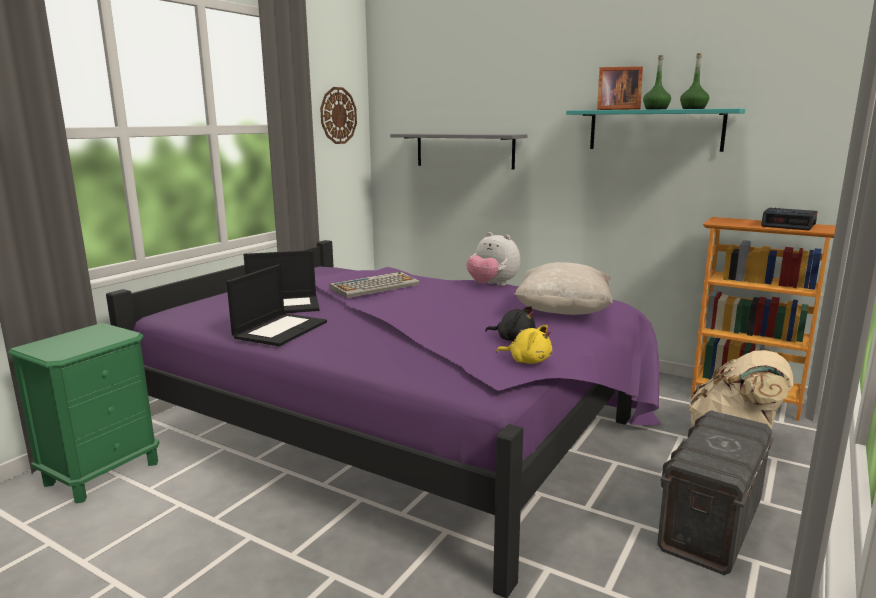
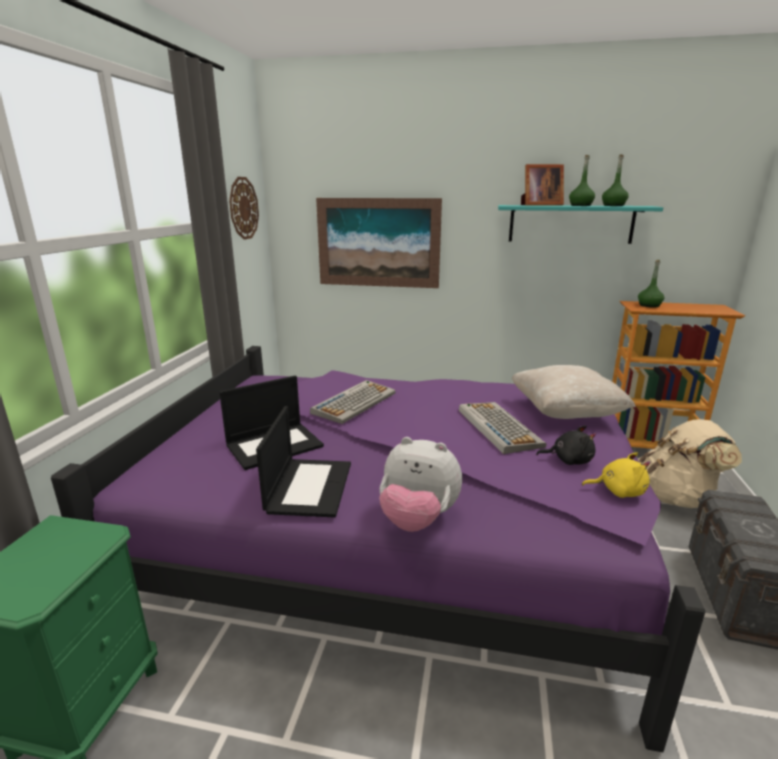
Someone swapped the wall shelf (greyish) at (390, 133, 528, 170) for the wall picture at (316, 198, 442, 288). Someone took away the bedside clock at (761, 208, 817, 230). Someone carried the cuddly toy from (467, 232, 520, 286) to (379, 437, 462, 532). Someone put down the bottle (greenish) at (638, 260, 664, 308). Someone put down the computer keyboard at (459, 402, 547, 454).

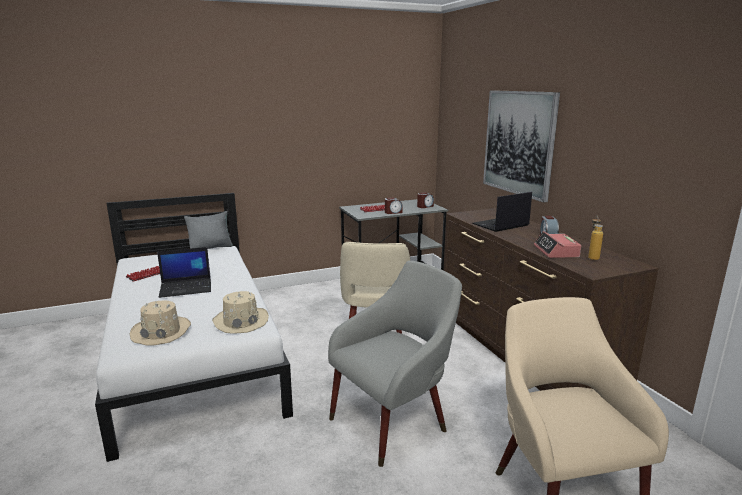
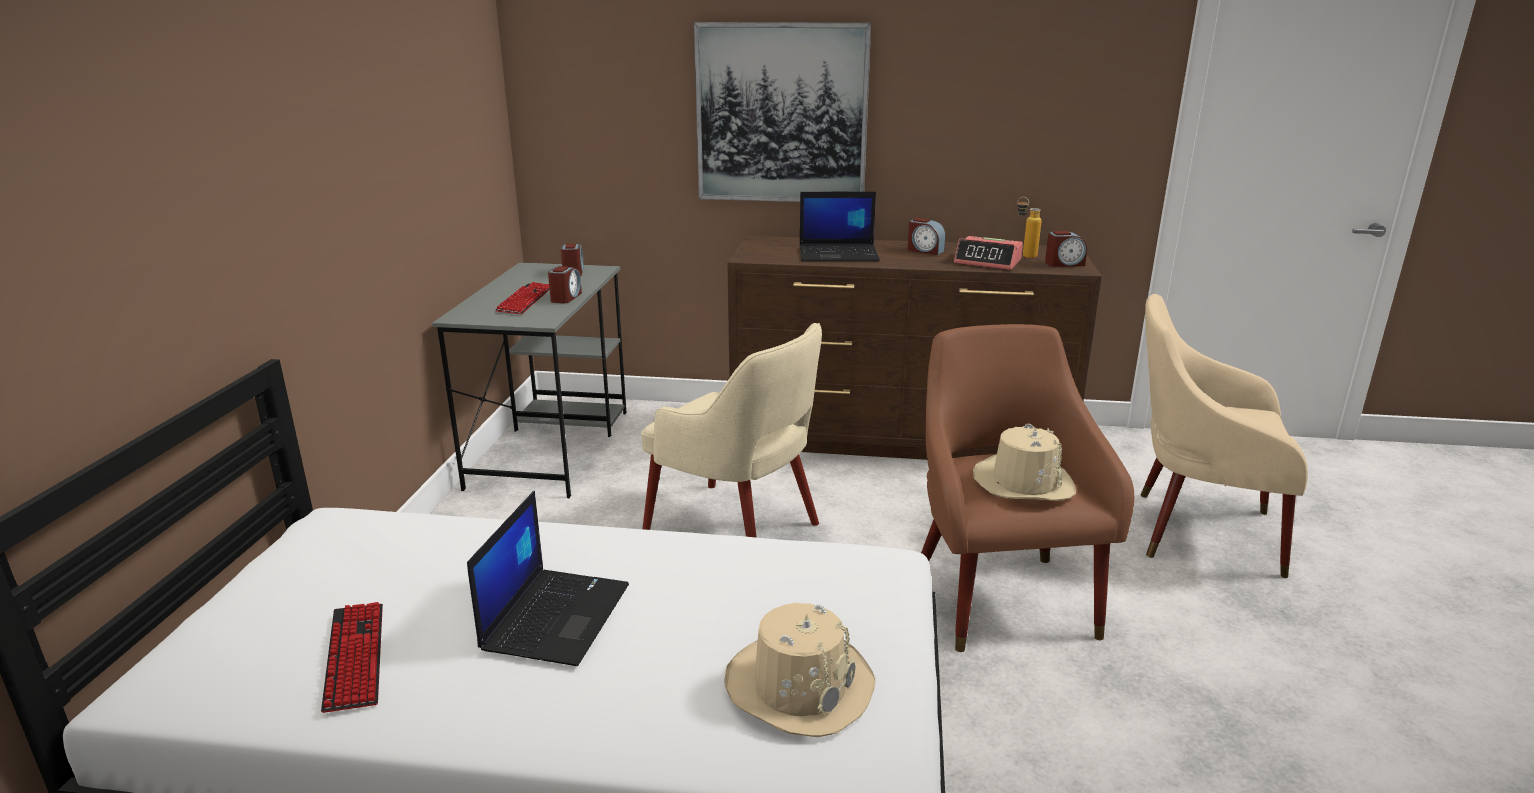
Someone rotated the laptop at (472, 192, 532, 232) by 90 degrees counterclockwise. Someone took away the throw pillow (greyish) at (184, 211, 233, 249). Someone repainted the easy chair (greyish) at (328, 261, 462, 467), which became the easy chair (brownish) at (921, 324, 1134, 652). Someone carried the hat (beige-coloured) from (212, 291, 269, 334) to (973, 423, 1076, 501). Someone put down the bedside clock at (1045, 231, 1087, 267).

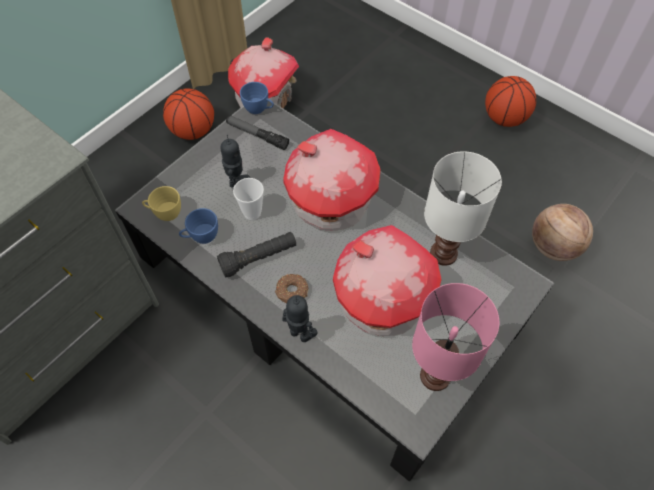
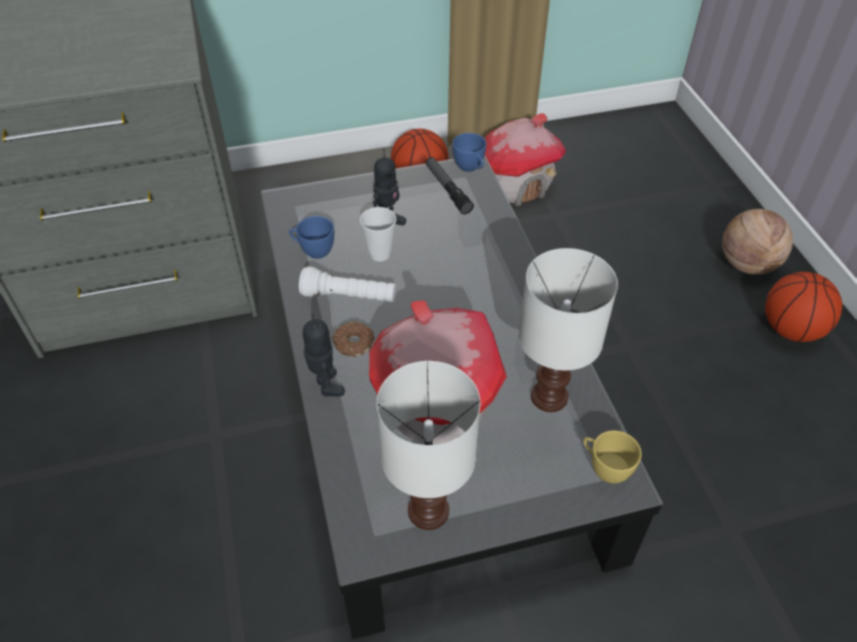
Someone took away the toy house at (283, 129, 381, 231). Someone carried the cup (yellow) from (142, 186, 181, 221) to (583, 430, 642, 483). Someone carried the basketball from (532, 204, 593, 261) to (722, 209, 793, 275). Someone repainted the hand torch (blackish) at (217, 232, 296, 277), which became the hand torch (whitish) at (299, 266, 396, 302). Someone repainted the tabletop lamp (pinkish) at (412, 283, 499, 391), which became the tabletop lamp (whitish) at (377, 361, 480, 530).

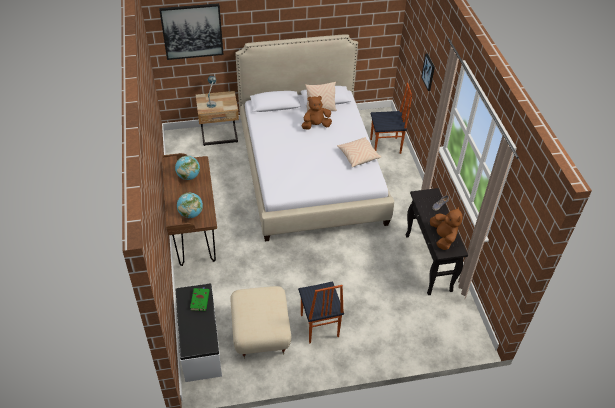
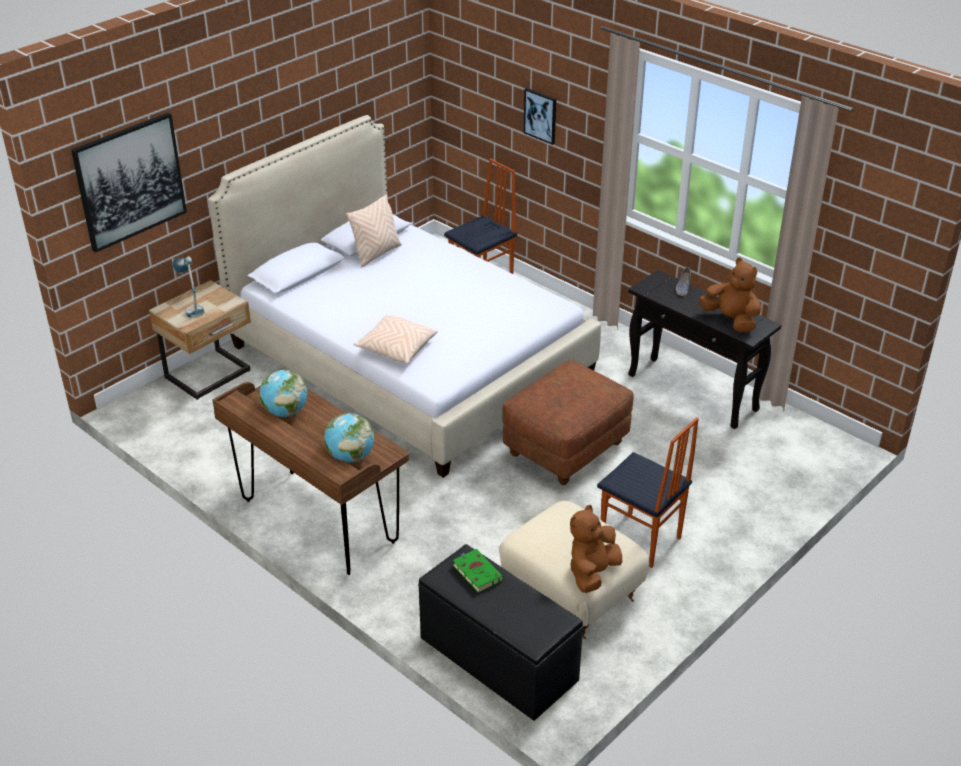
Someone carried the cuddly toy (brownish) from (302, 96, 332, 130) to (570, 505, 623, 593). Someone carried the throw pillow (beige-coloured) from (337, 137, 381, 167) to (353, 314, 438, 364). Someone repainted the indoor bench (whitish) at (176, 283, 222, 382), which became the indoor bench (blackish) at (418, 544, 584, 721). Someone put down the pouffe (brownish) at (502, 360, 634, 485).

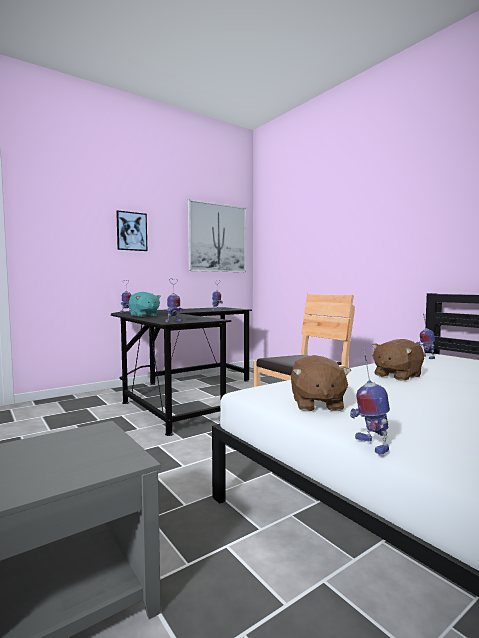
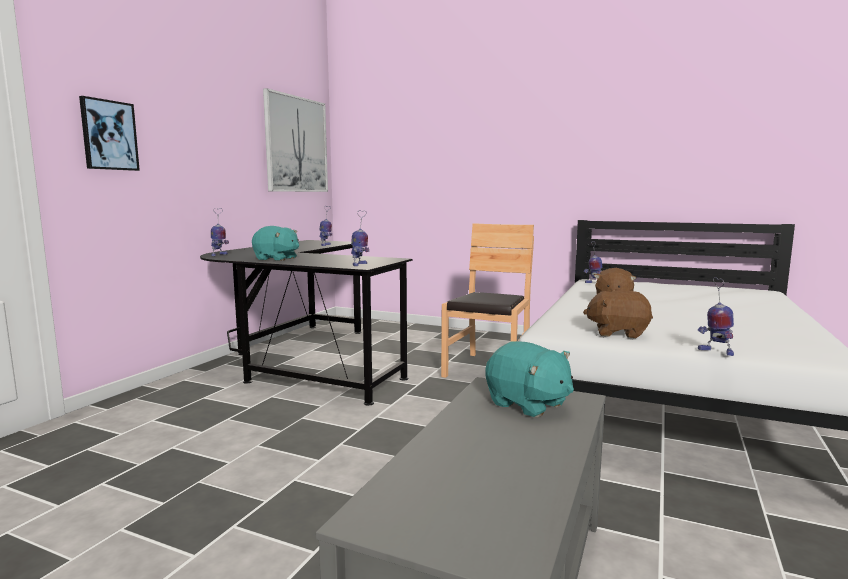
Someone carried the wall picture from (116, 210, 147, 251) to (79, 96, 140, 171). Someone rotated the cuddly toy (brownish) at (291, 355, 351, 411) by 135 degrees clockwise. Someone put down the cuddly toy (turquoise-coloured) at (485, 341, 574, 417).

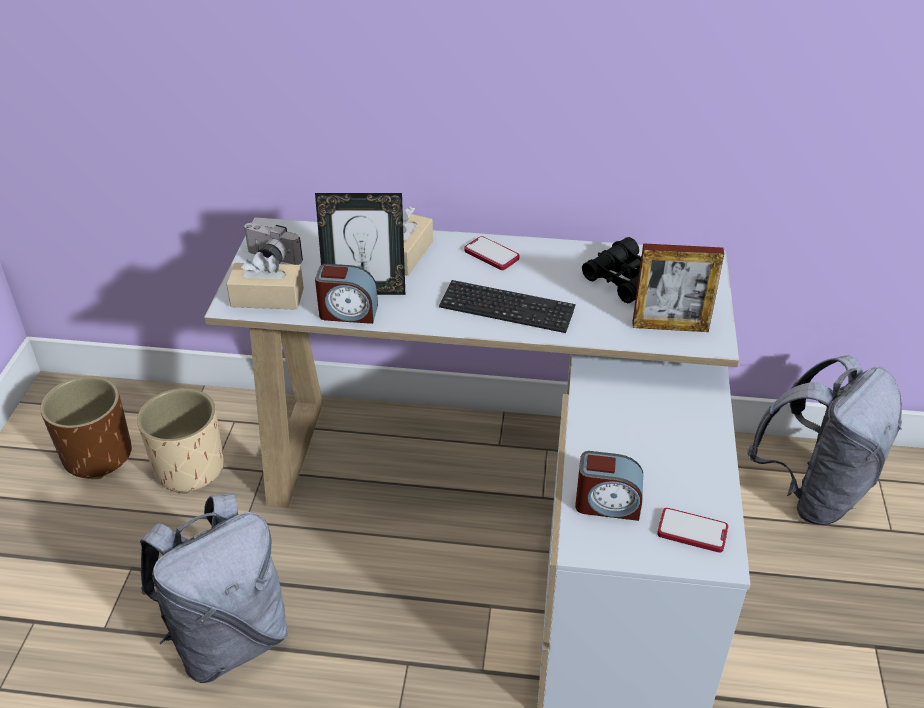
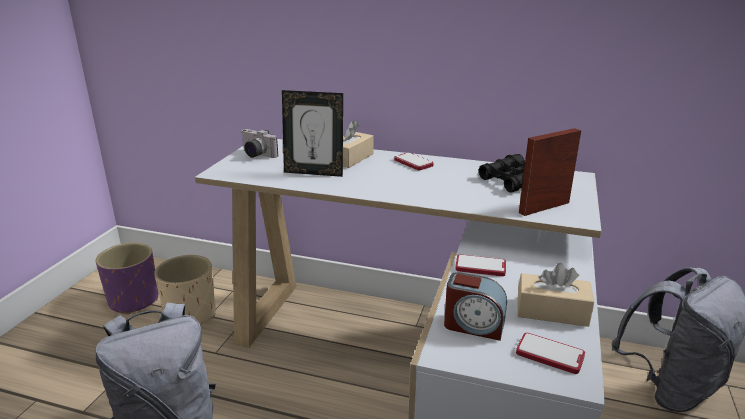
Someone rotated the standing frame at (632, 243, 724, 332) by 135 degrees clockwise. Someone carried the box of tissues (beige-coloured) from (226, 252, 304, 310) to (517, 263, 594, 327). Someone took away the bedside clock at (315, 264, 378, 324). Someone took away the computer keyboard at (439, 280, 576, 333). Someone repainted the flower pot (brownish) at (40, 376, 132, 479), which became the flower pot (purplish) at (96, 243, 158, 315). Someone put down the telephone at (455, 254, 506, 276).

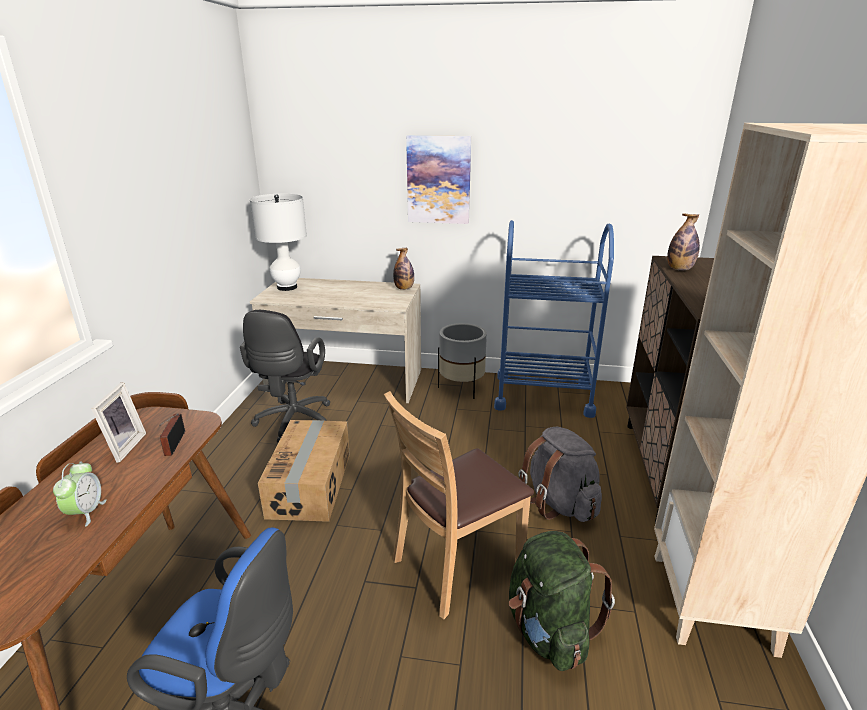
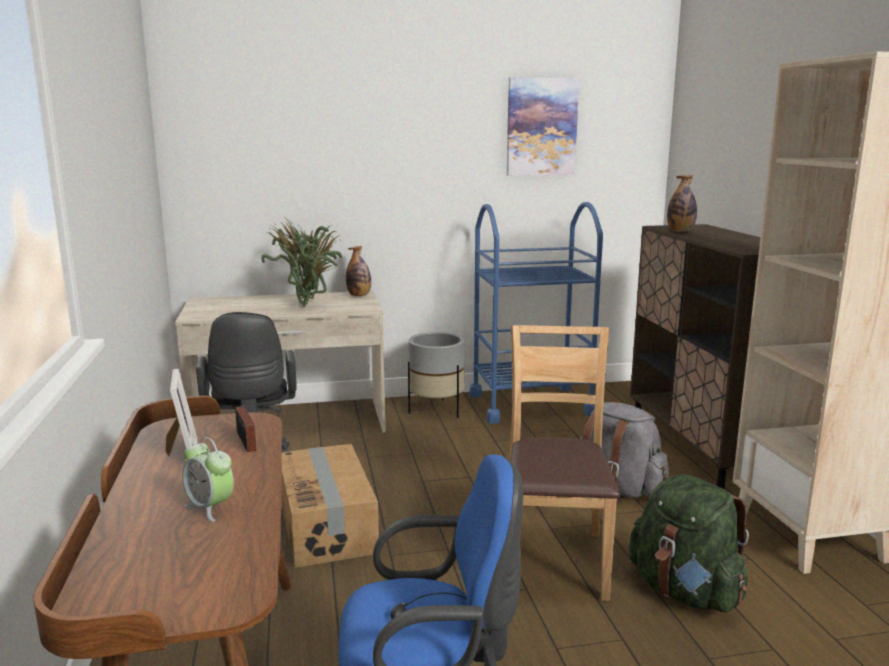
Someone carried the wall picture from (406, 135, 471, 224) to (507, 77, 579, 176). Someone took away the tabletop lamp (whitish) at (250, 194, 307, 291). Someone rotated the chair (brownish) at (384, 391, 534, 619) by 150 degrees clockwise. Someone rotated the bedside clock at (53, 461, 107, 526) by 150 degrees clockwise. Someone put down the plant in a pot at (261, 218, 342, 307).

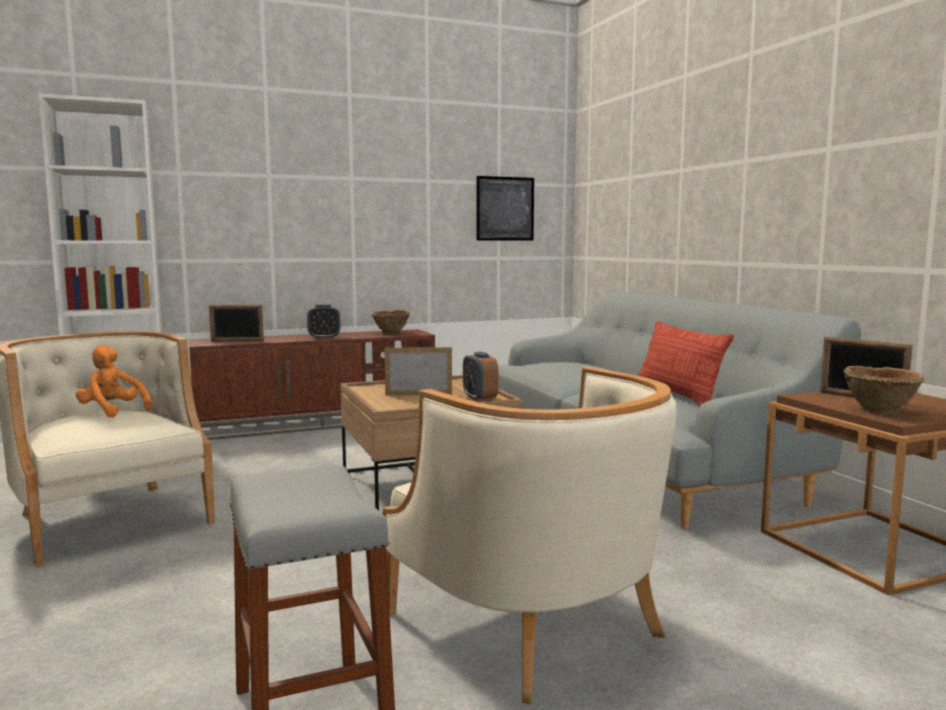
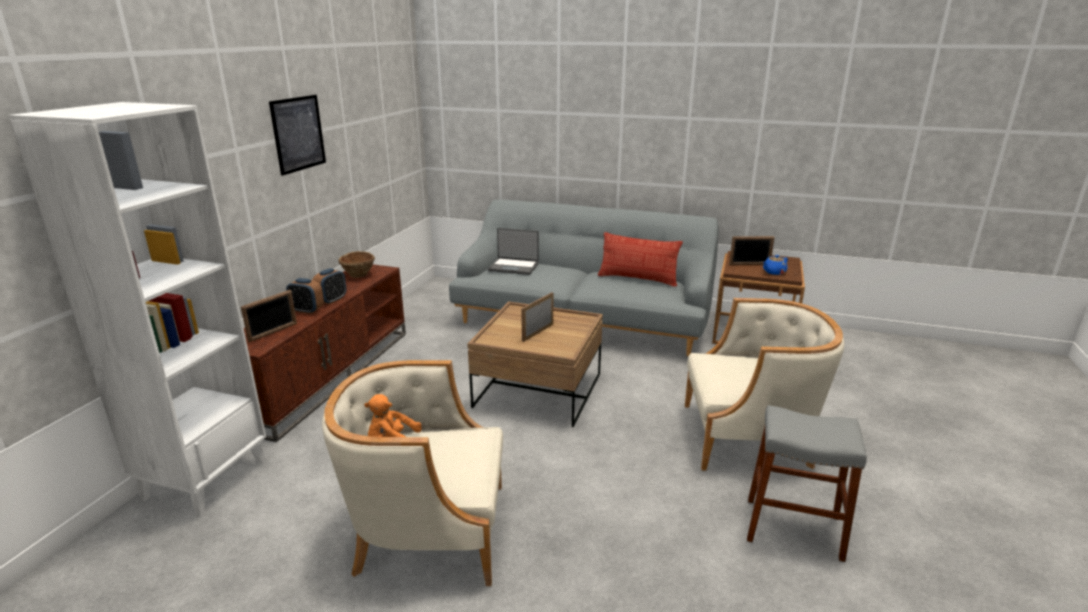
Someone carried the wall picture from (476, 176, 534, 241) to (269, 95, 326, 176). Someone carried the bedside clock from (463, 352, 498, 402) to (286, 278, 324, 314). Someone swapped the deep dish (brownish) at (844, 366, 924, 414) for the pot for tea (blue-coloured) at (763, 255, 788, 275). Someone put down the laptop at (488, 228, 539, 275).

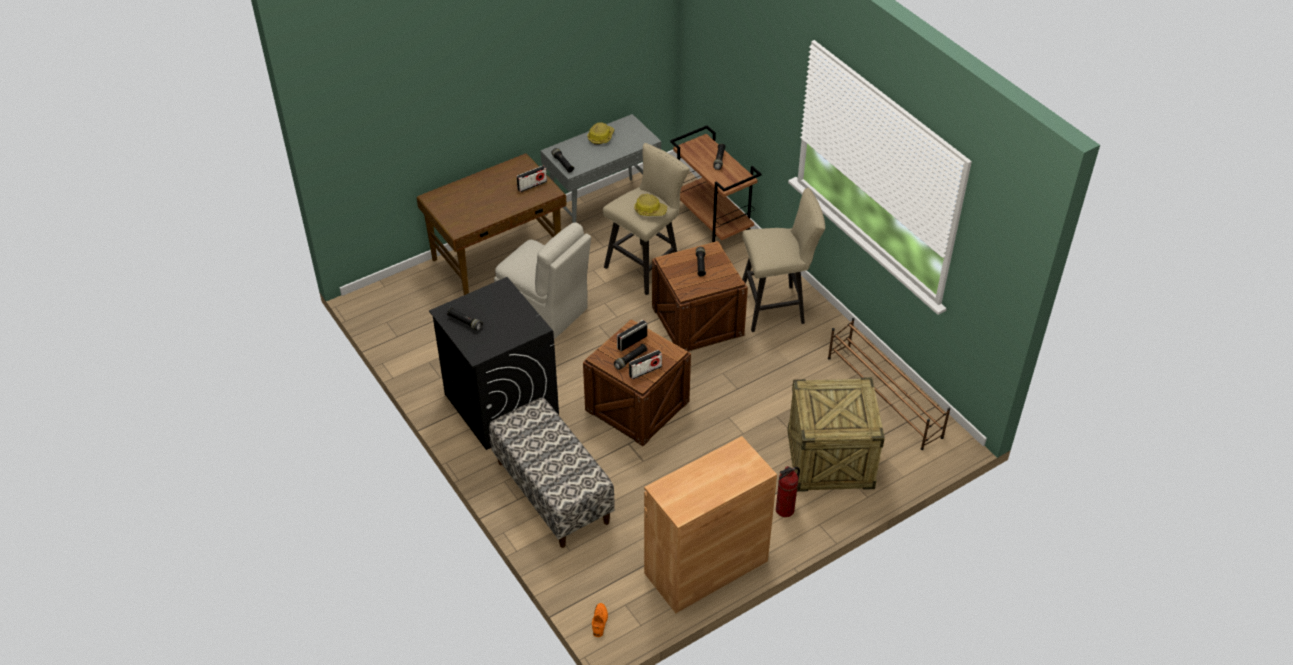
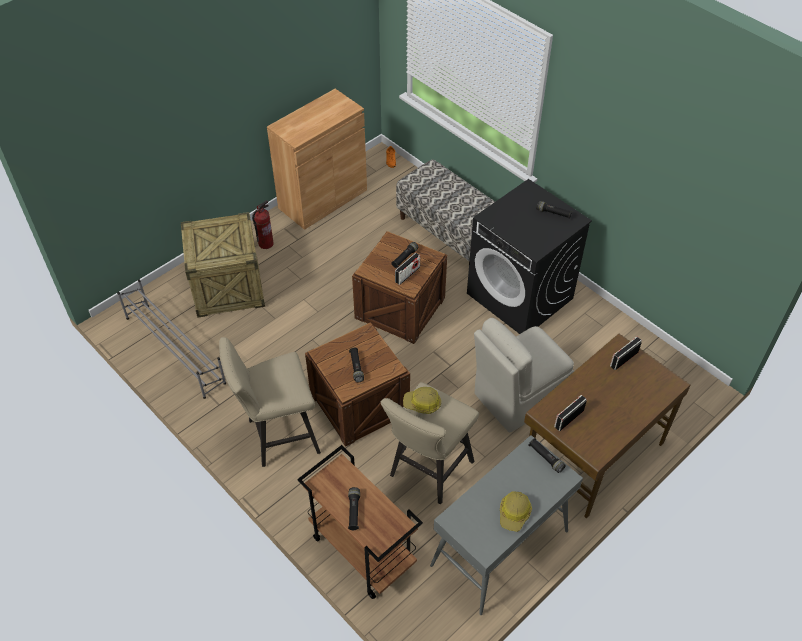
Someone rotated the chair (beige-coloured) at (494, 222, 591, 339) by 60 degrees counterclockwise. Someone repainted the shoe shelf (brownish) at (828, 318, 950, 450), which became the shoe shelf (greyish) at (117, 280, 226, 399). Someone carried the radio set from (629, 350, 662, 380) to (610, 336, 642, 370).

